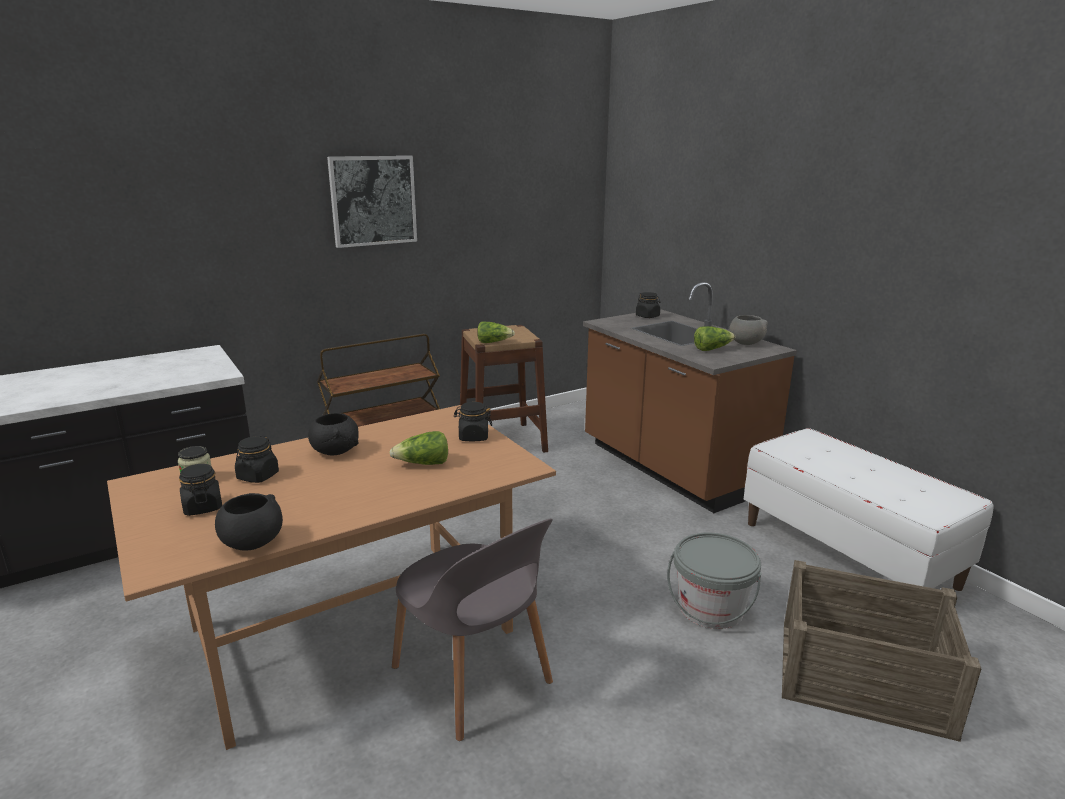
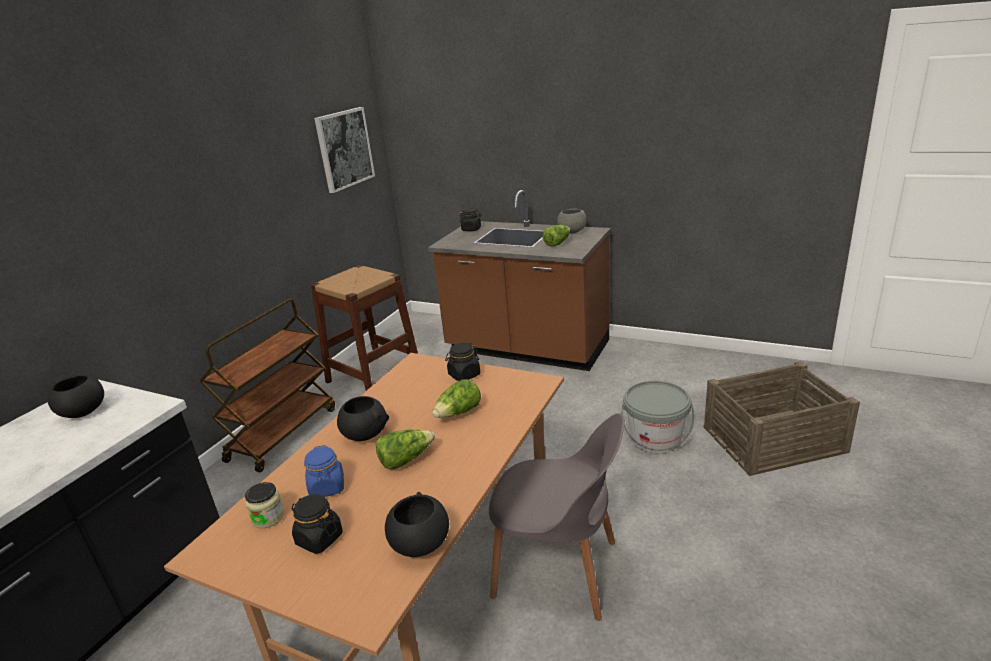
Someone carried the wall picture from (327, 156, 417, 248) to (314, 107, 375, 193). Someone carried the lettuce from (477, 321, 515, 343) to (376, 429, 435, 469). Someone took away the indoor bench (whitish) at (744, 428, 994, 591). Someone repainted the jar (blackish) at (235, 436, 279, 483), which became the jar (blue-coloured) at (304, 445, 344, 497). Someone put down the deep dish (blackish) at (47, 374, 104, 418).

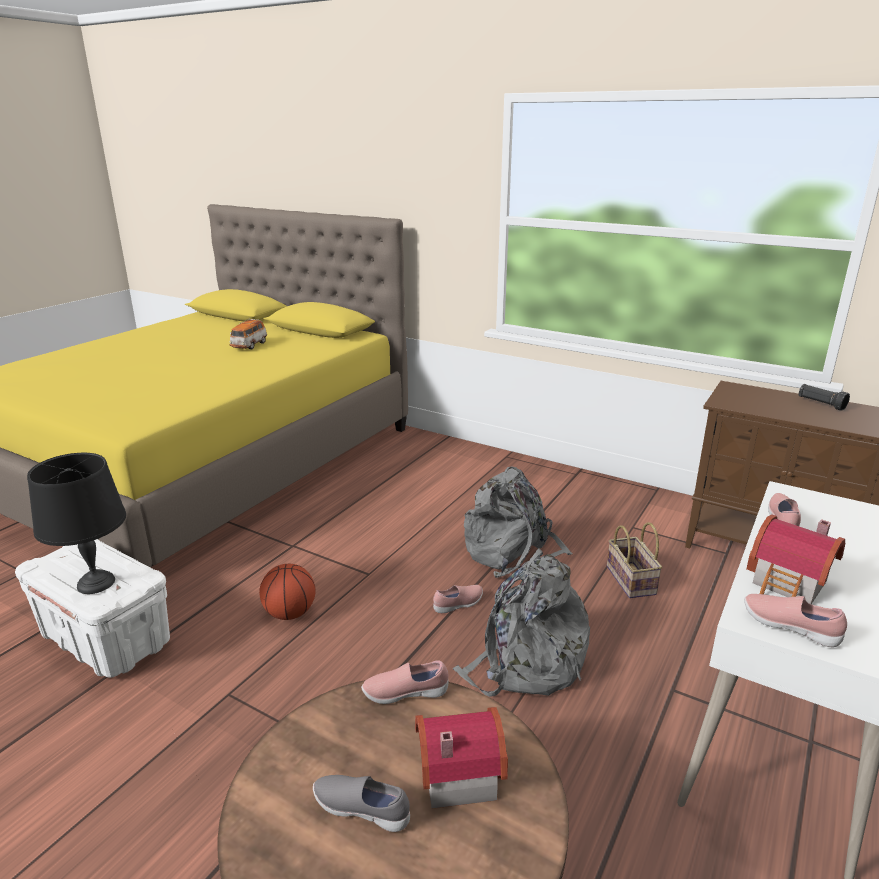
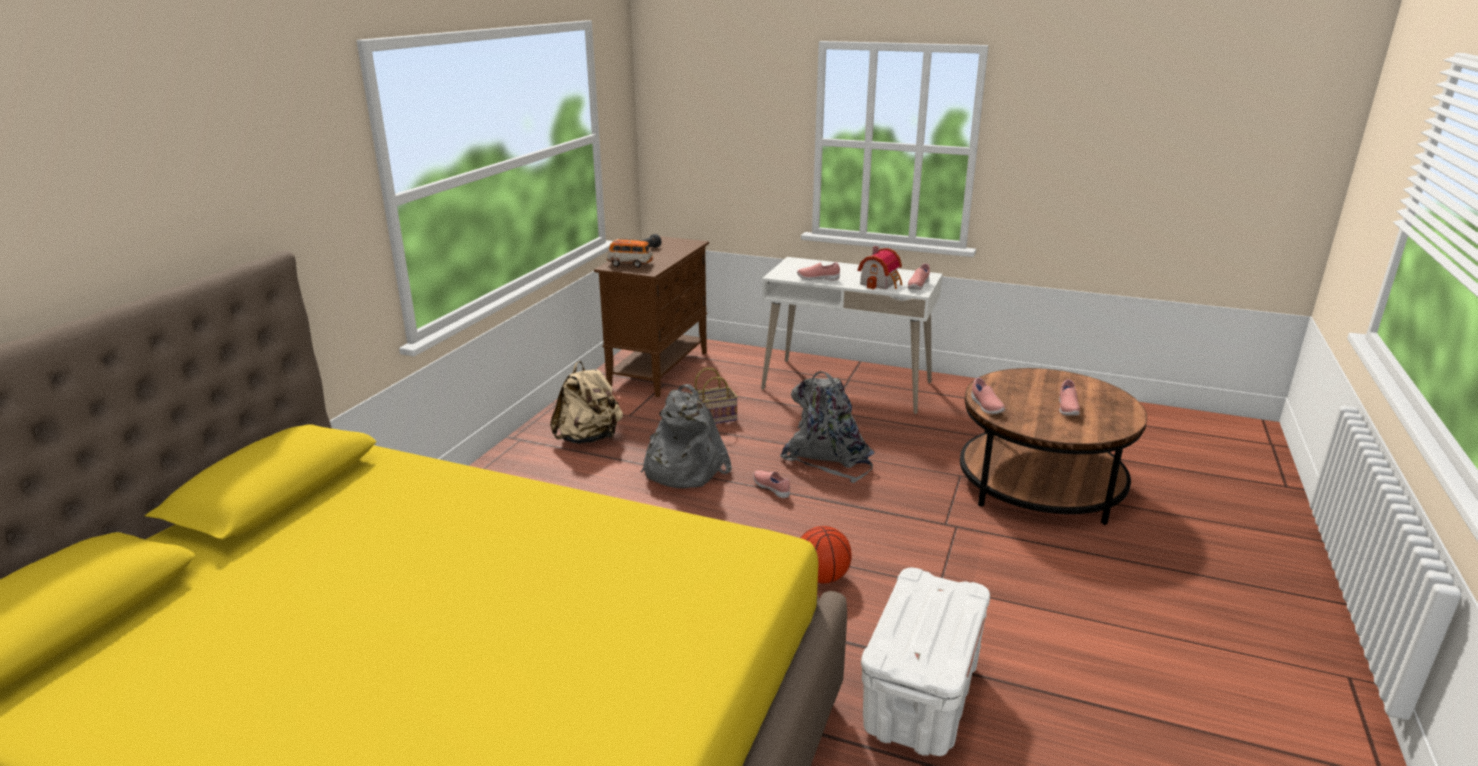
Someone carried the toy car from (229, 319, 267, 350) to (607, 238, 653, 268). Someone took away the tabletop lamp (blackish) at (27, 453, 126, 594). Someone took away the toy house at (415, 707, 508, 809). Someone repainted the low shoe (greyish) at (313, 775, 410, 832), which became the low shoe (pinkish) at (1059, 379, 1080, 416). Someone put down the knapsack (beige-coloured) at (550, 361, 623, 444).

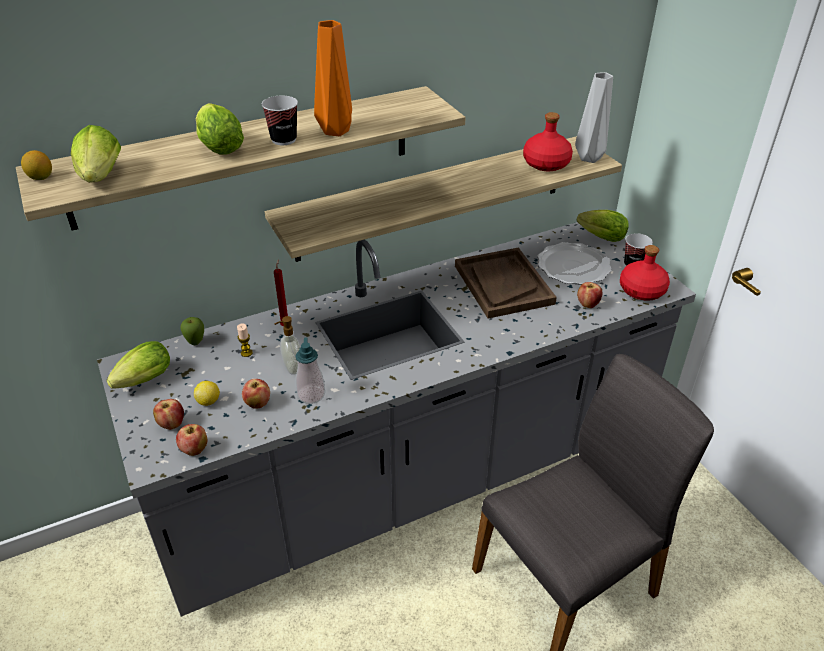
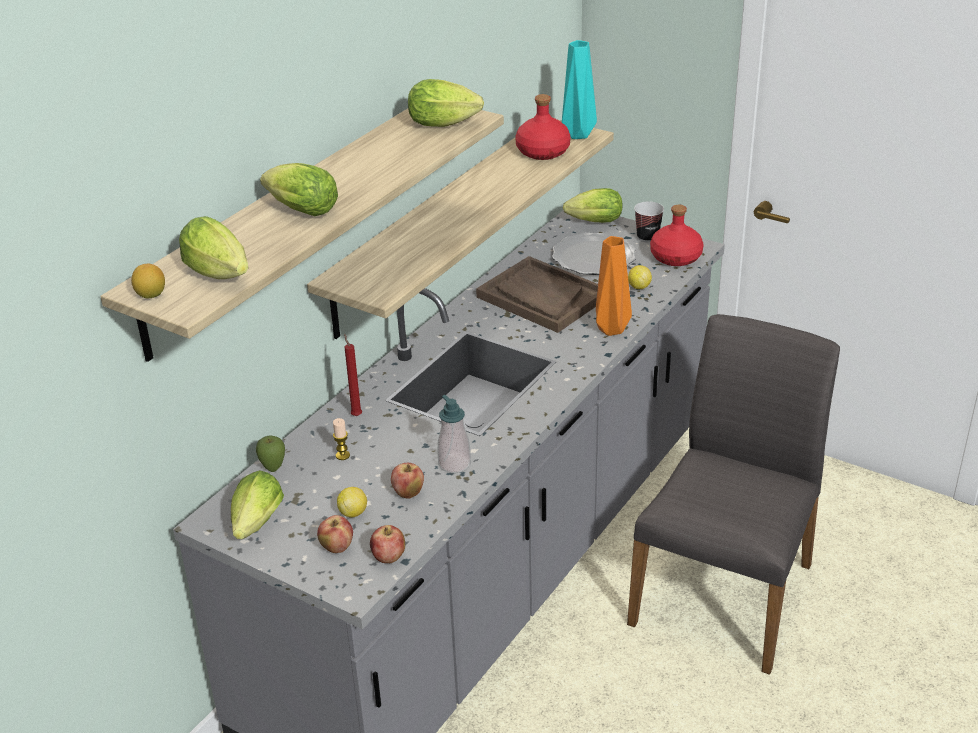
Someone carried the vase (orange-coloured) from (314, 20, 352, 136) to (596, 236, 632, 336). Someone repainted the vase (greyish) at (575, 72, 613, 163), which became the vase (turquoise-coloured) at (562, 40, 597, 139). Someone took away the cup at (262, 96, 298, 145). Someone swapped the apple at (577, 282, 602, 308) for the citrus fruit at (628, 265, 652, 289). Someone took away the soap bottle at (275, 316, 301, 375). Someone put down the lettuce at (408, 79, 484, 127).

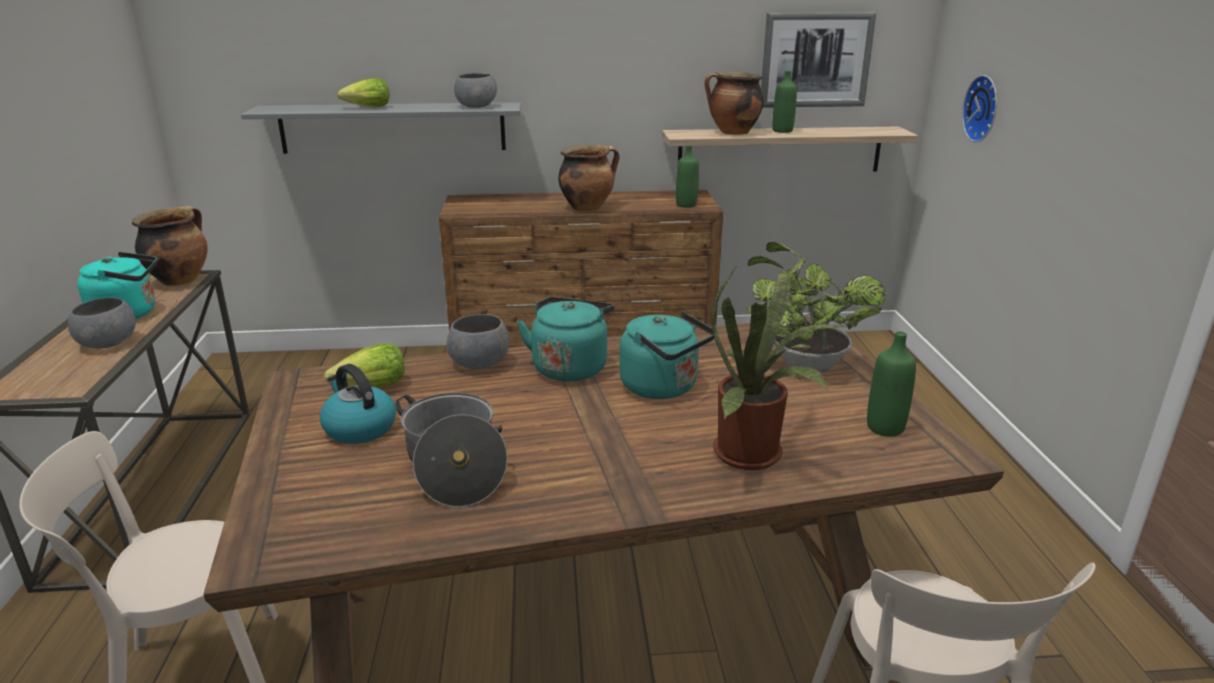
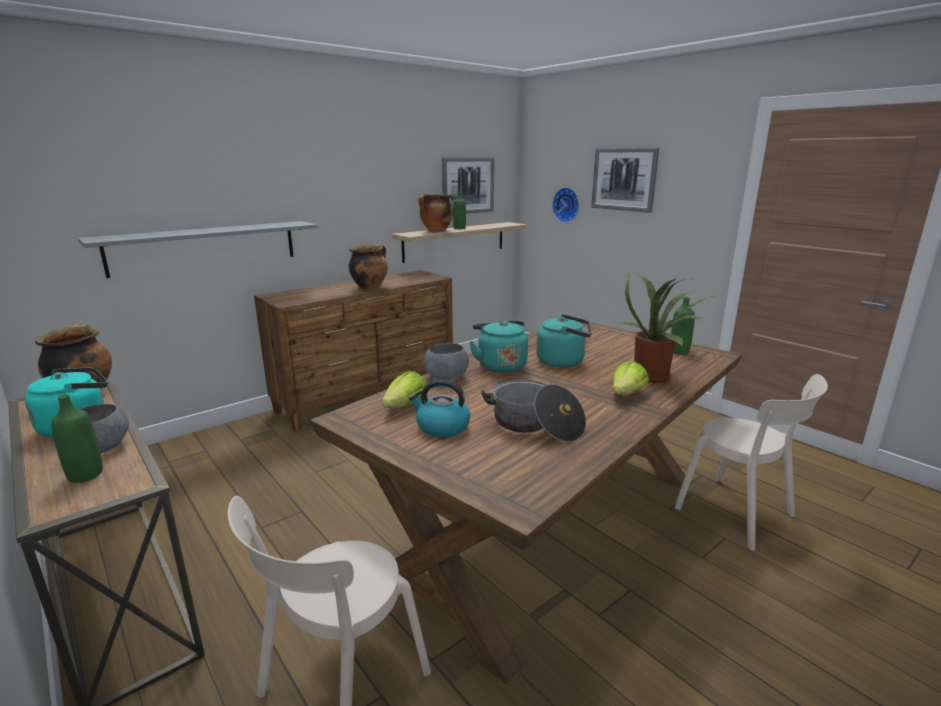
Someone took away the deep dish (greyish) at (454, 73, 497, 108). Someone carried the lettuce from (337, 78, 389, 107) to (612, 361, 649, 395). Someone carried the bottle (greenish) from (676, 145, 699, 208) to (51, 395, 103, 483). Someone took away the plant in a pot at (746, 242, 885, 373). Someone put up the wall picture at (591, 148, 659, 213).

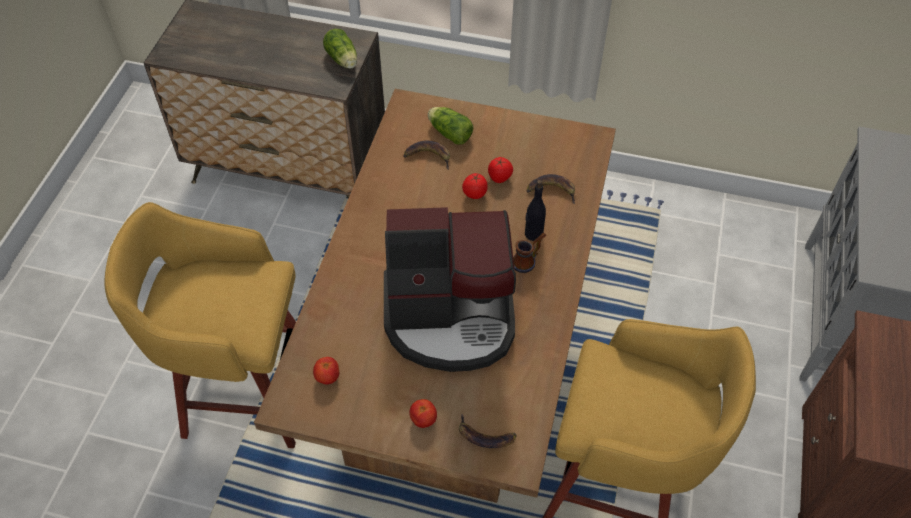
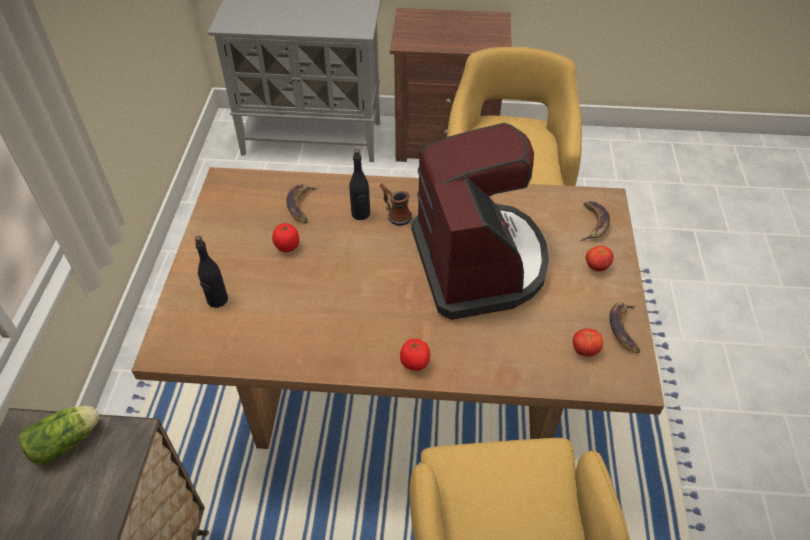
Someone swapped the lettuce at (428, 107, 473, 144) for the bottle (blackish) at (195, 235, 228, 308). Someone carried the whole banana from (403, 141, 450, 170) to (609, 302, 640, 353). Someone carried the tomato from (462, 173, 488, 199) to (400, 338, 430, 371).

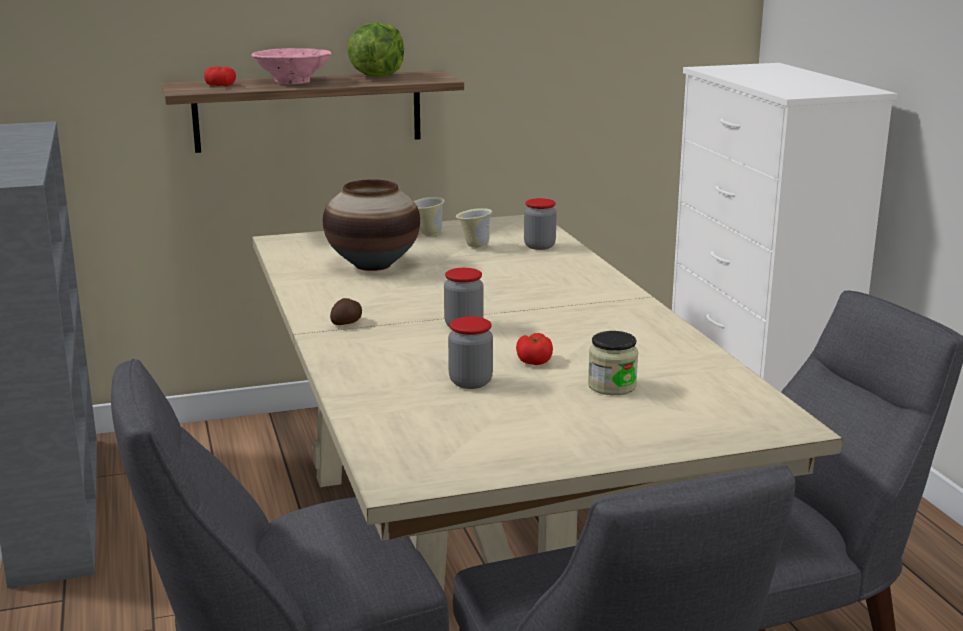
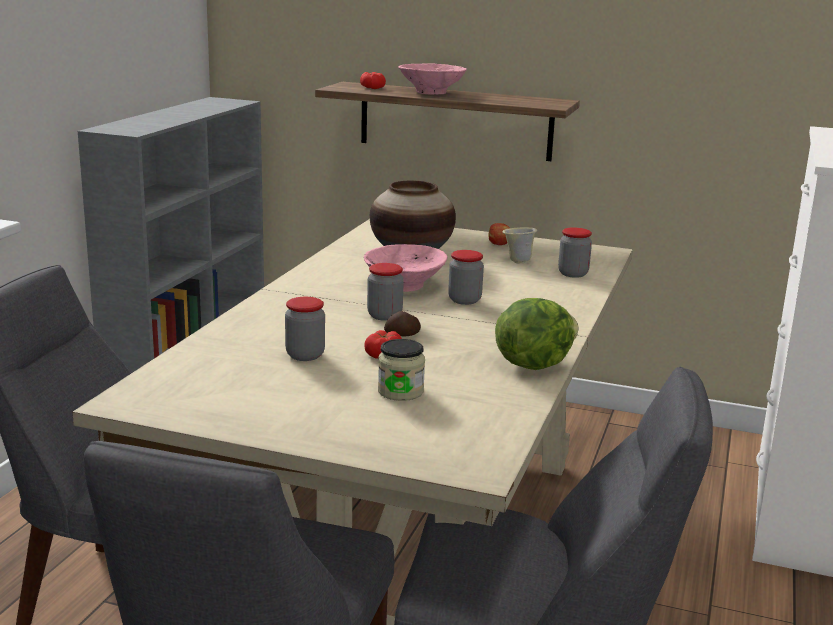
Someone carried the lettuce from (347, 23, 404, 77) to (495, 298, 579, 370). Someone swapped the mug (beige-coloured) at (414, 197, 445, 236) for the apple at (488, 223, 510, 245). Someone carried the spud from (330, 298, 362, 325) to (384, 311, 421, 336). Someone put down the deep dish (pinkish) at (364, 244, 448, 292). Someone put down the jar at (448, 250, 484, 305).

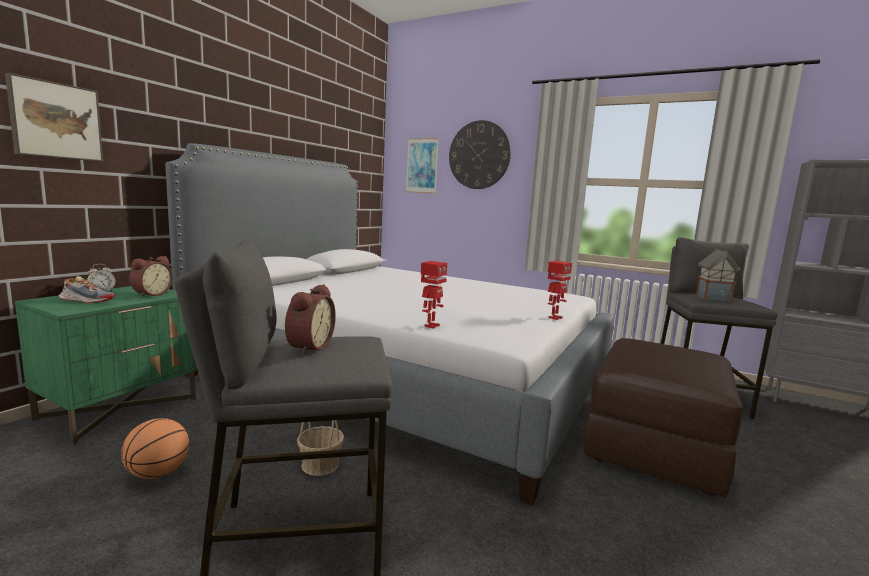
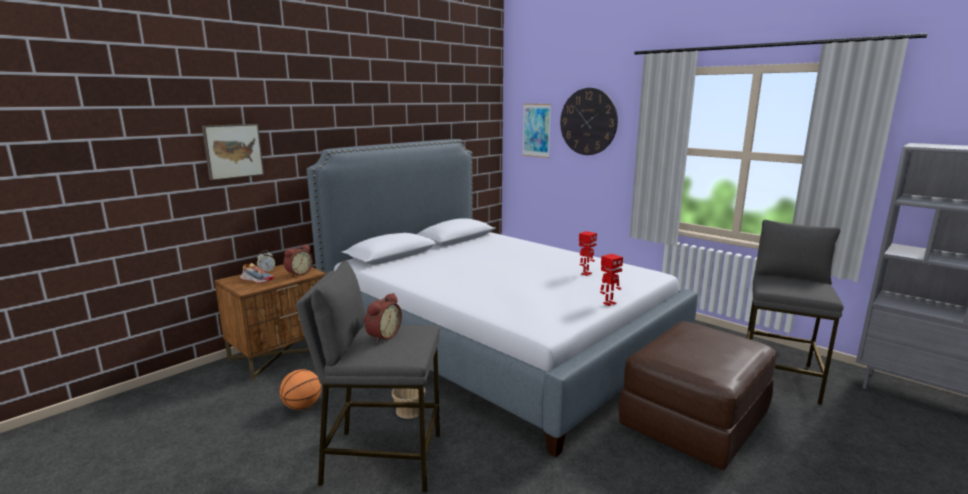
Someone took away the toy house at (696, 249, 740, 303). Someone carried the robot figure from (421, 261, 447, 329) to (579, 231, 597, 276). Someone repainted the bedside table (greenish) at (15, 286, 197, 445), which became the bedside table (brownish) at (214, 264, 327, 381).

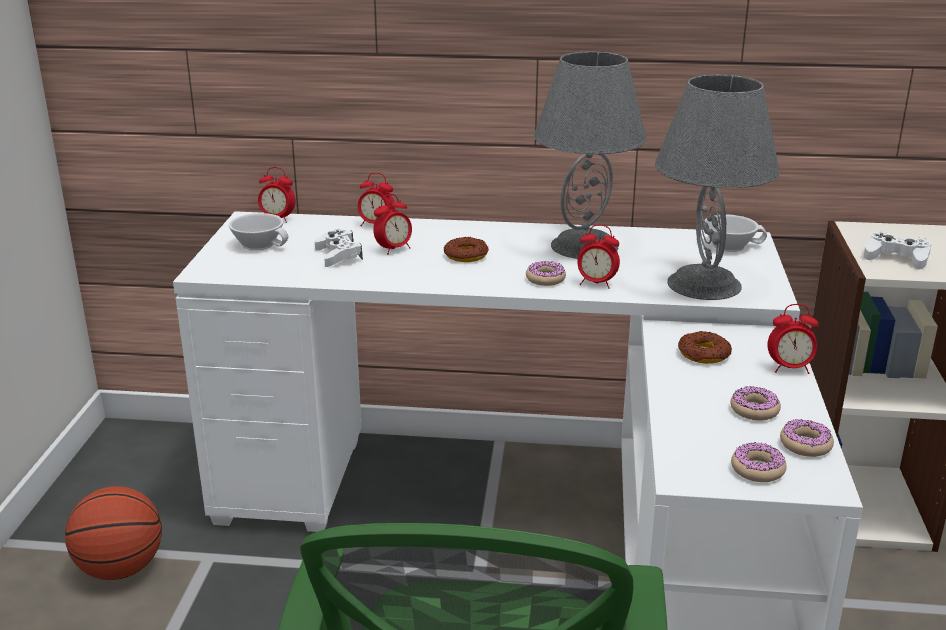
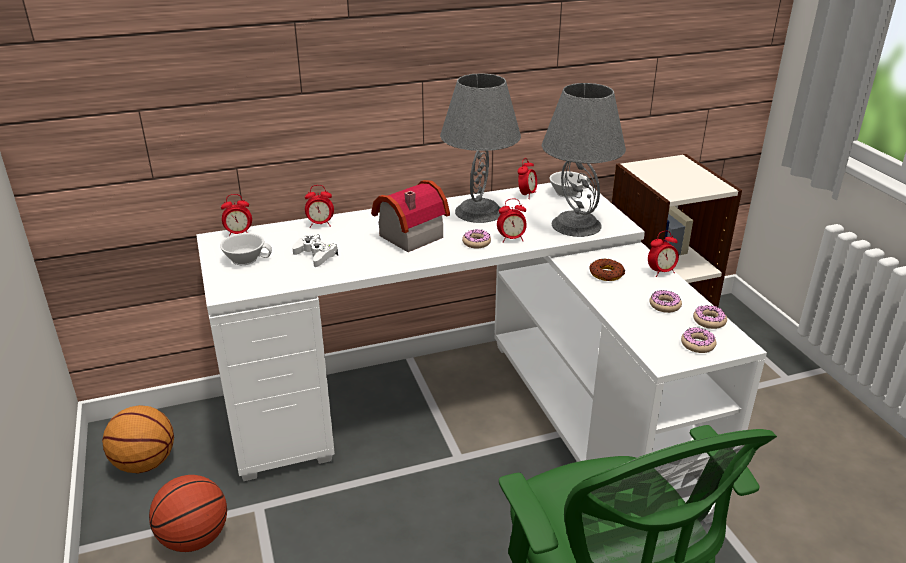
Someone carried the bedside clock from (373, 194, 412, 255) to (518, 158, 537, 199). Someone took away the joypad (whitish) at (864, 231, 931, 269). Someone swapped the ring doughnut at (444, 237, 489, 262) for the toy house at (371, 180, 450, 252). Someone put down the basketball at (102, 405, 174, 473).

